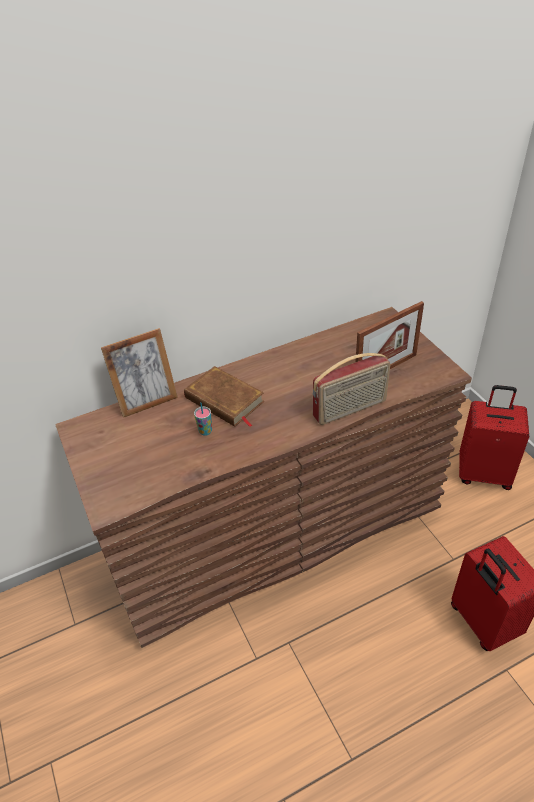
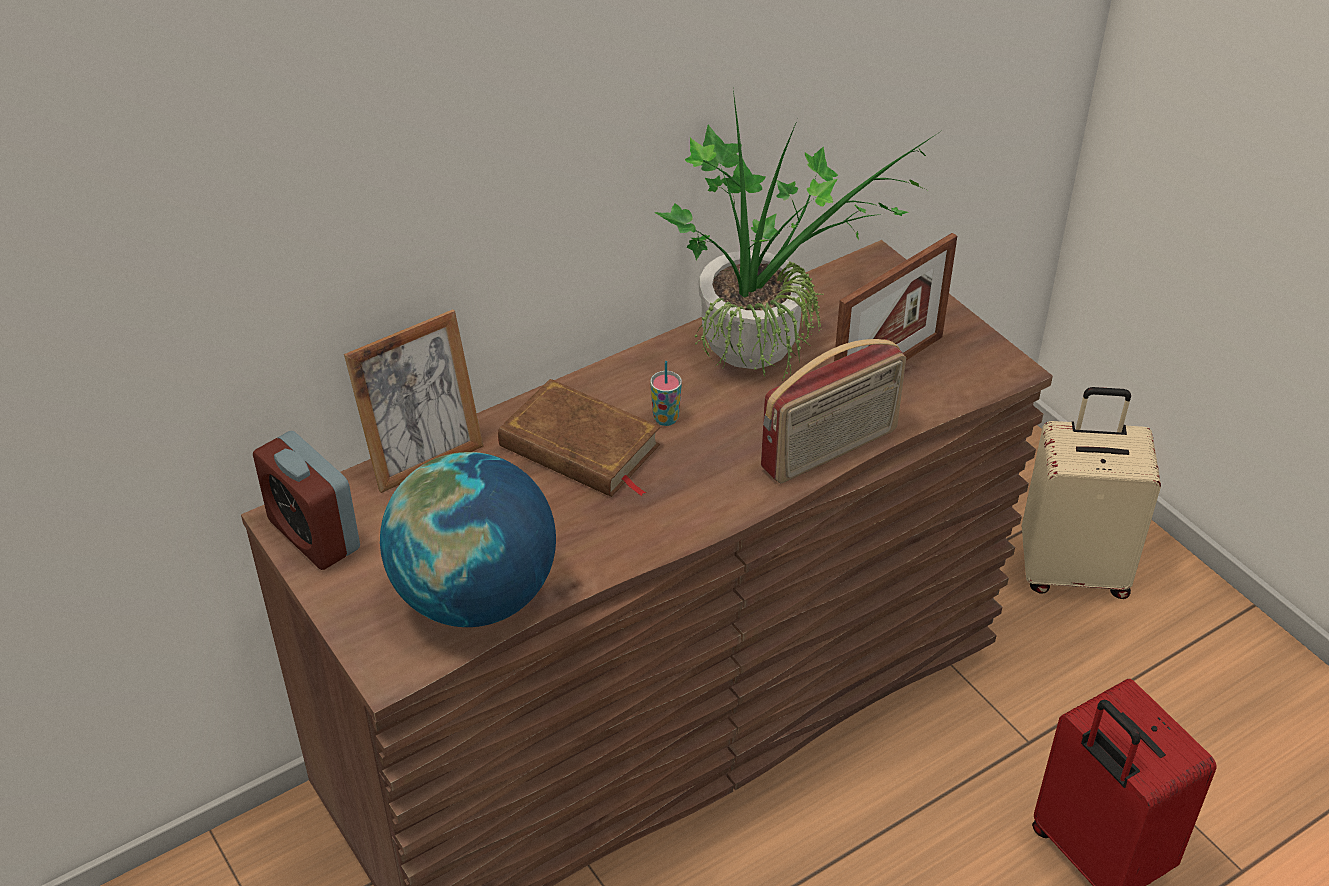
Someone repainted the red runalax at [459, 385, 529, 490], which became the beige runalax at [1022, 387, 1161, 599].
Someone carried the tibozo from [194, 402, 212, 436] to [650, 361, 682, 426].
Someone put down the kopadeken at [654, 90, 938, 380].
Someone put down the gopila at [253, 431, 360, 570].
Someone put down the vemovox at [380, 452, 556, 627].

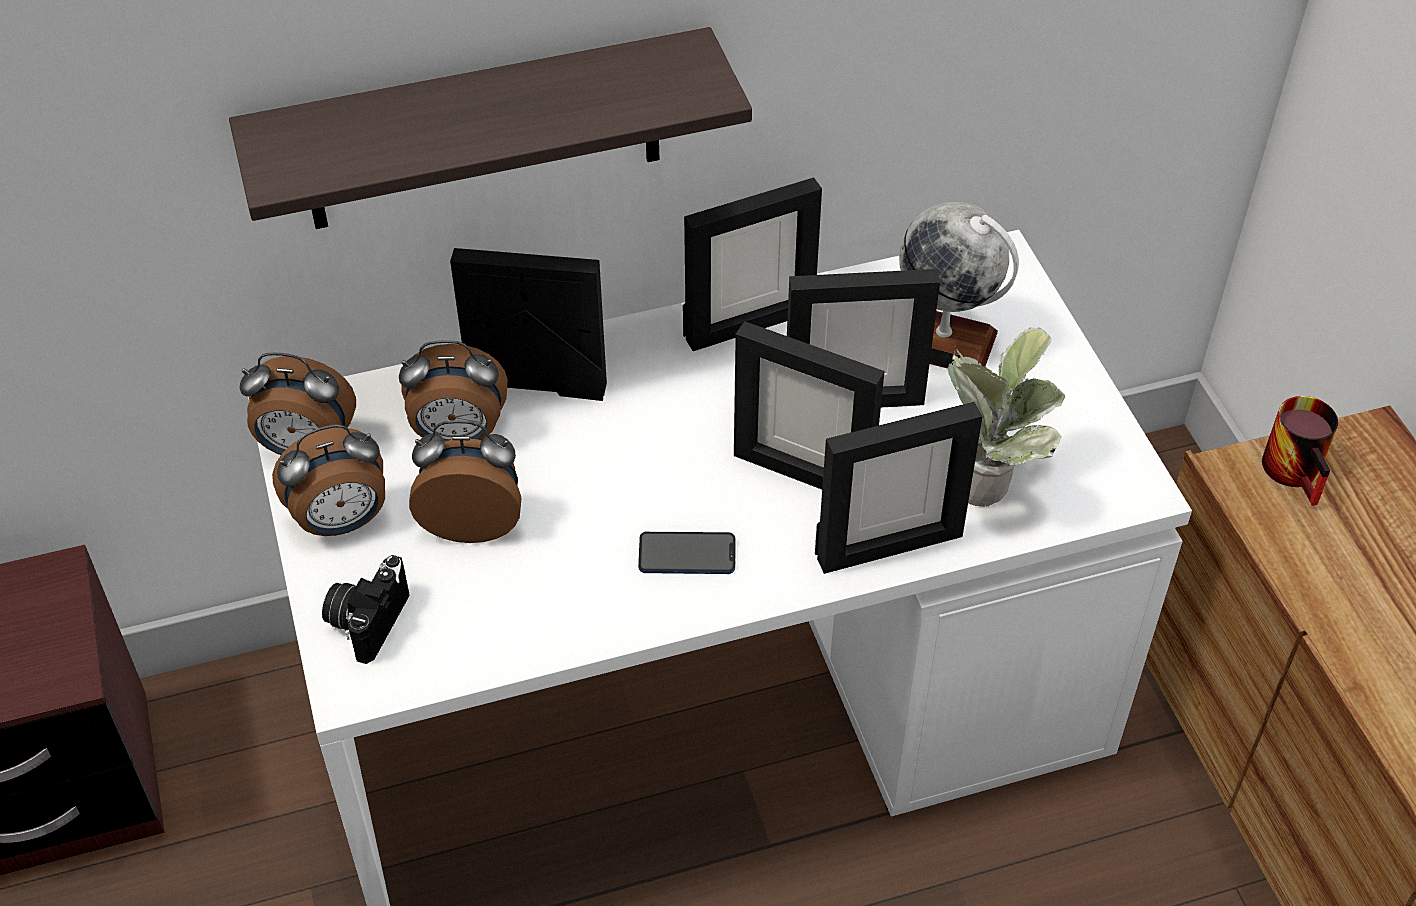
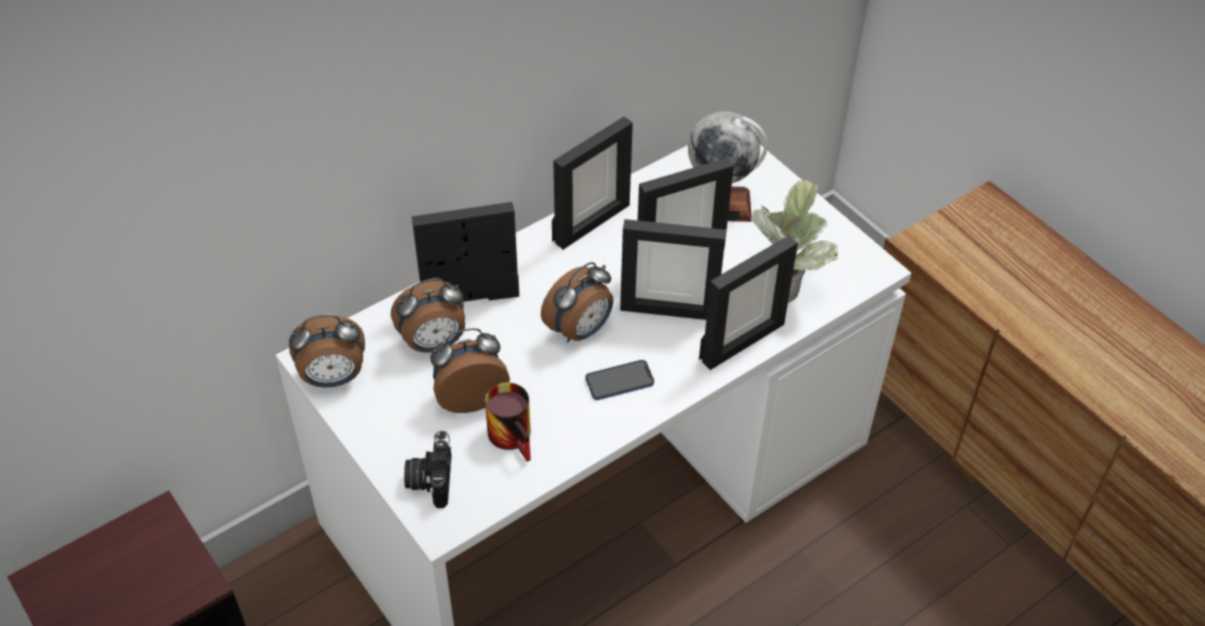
Someone took away the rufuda at [229, 27, 752, 229].
Someone carried the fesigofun from [1262, 396, 1338, 506] to [485, 382, 531, 462].
Someone carried the gopila from [272, 424, 385, 536] to [541, 262, 614, 342].

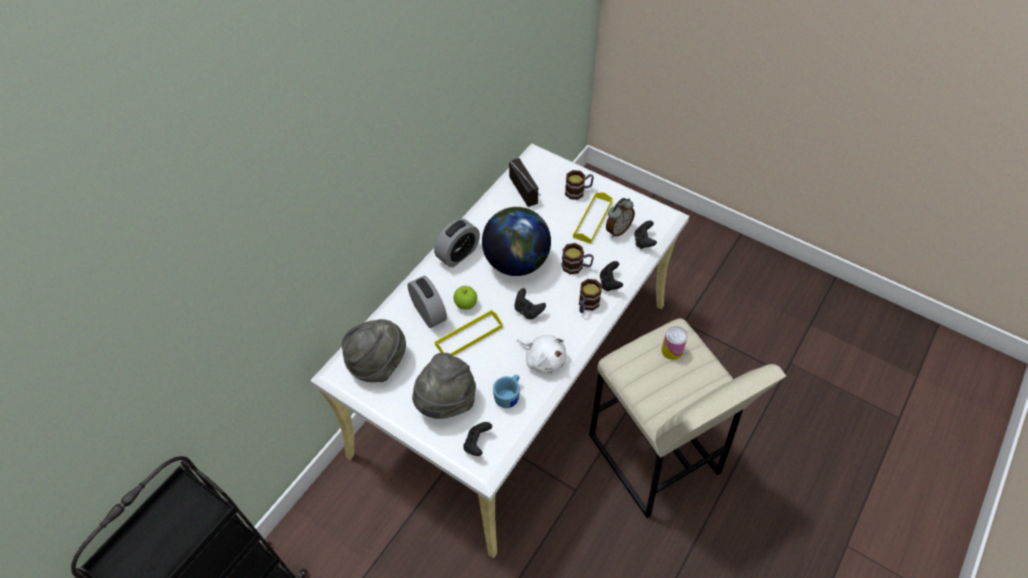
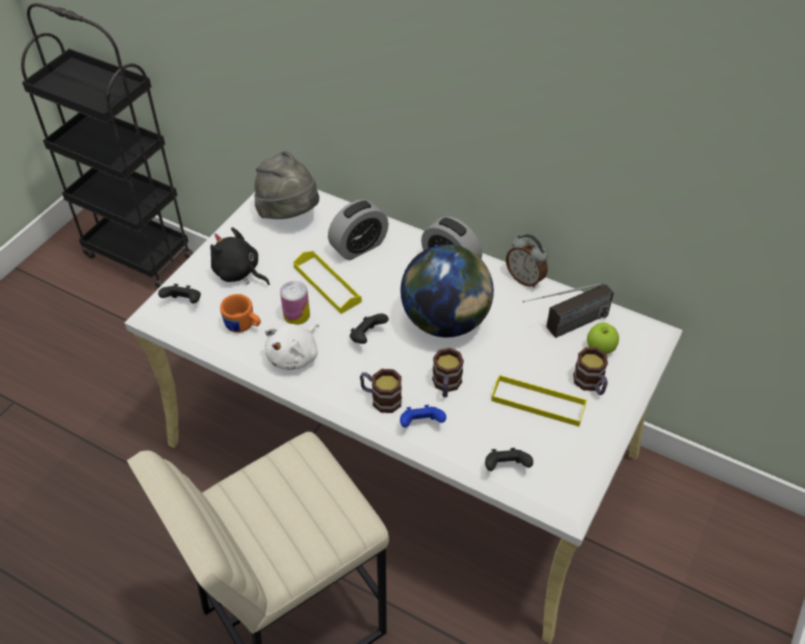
Someone carried the gopila from [606, 198, 635, 237] to [506, 234, 548, 288].
Someone repainted the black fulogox at [600, 261, 623, 291], which became the blue fulogox at [400, 405, 446, 427].
Someone carried the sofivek from [453, 286, 477, 310] to [587, 323, 619, 354].
Someone carried the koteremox from [661, 326, 688, 360] to [280, 281, 310, 325].
Someone swapped the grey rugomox at [412, 353, 476, 419] for the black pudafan at [210, 227, 270, 285].
Someone repainted the blue fesigofun at [493, 375, 520, 408], which became the orange fesigofun at [220, 294, 261, 333].

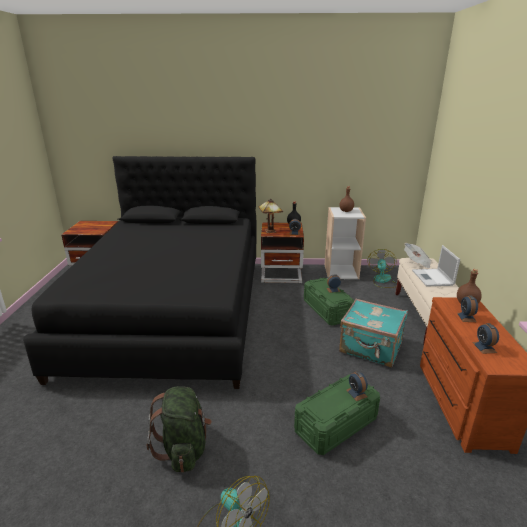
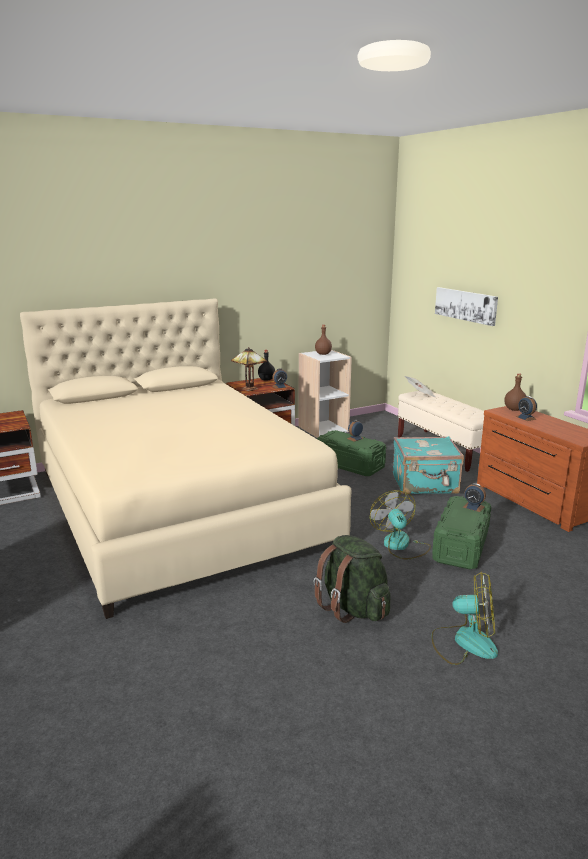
Someone repainted the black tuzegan at [23, 156, 256, 389], which became the beige tuzegan at [20, 299, 352, 619].
Someone took away the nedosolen at [412, 245, 460, 286].
Someone carried the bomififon from [367, 249, 397, 288] to [370, 490, 431, 559].
Someone took away the gopila at [472, 323, 499, 354].
Someone put up the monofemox at [435, 287, 498, 326].

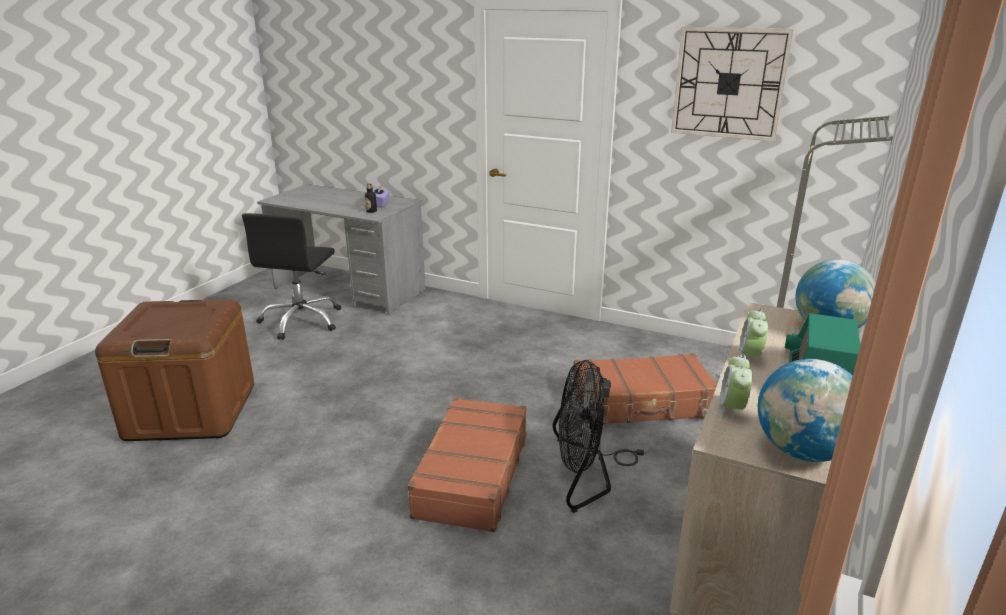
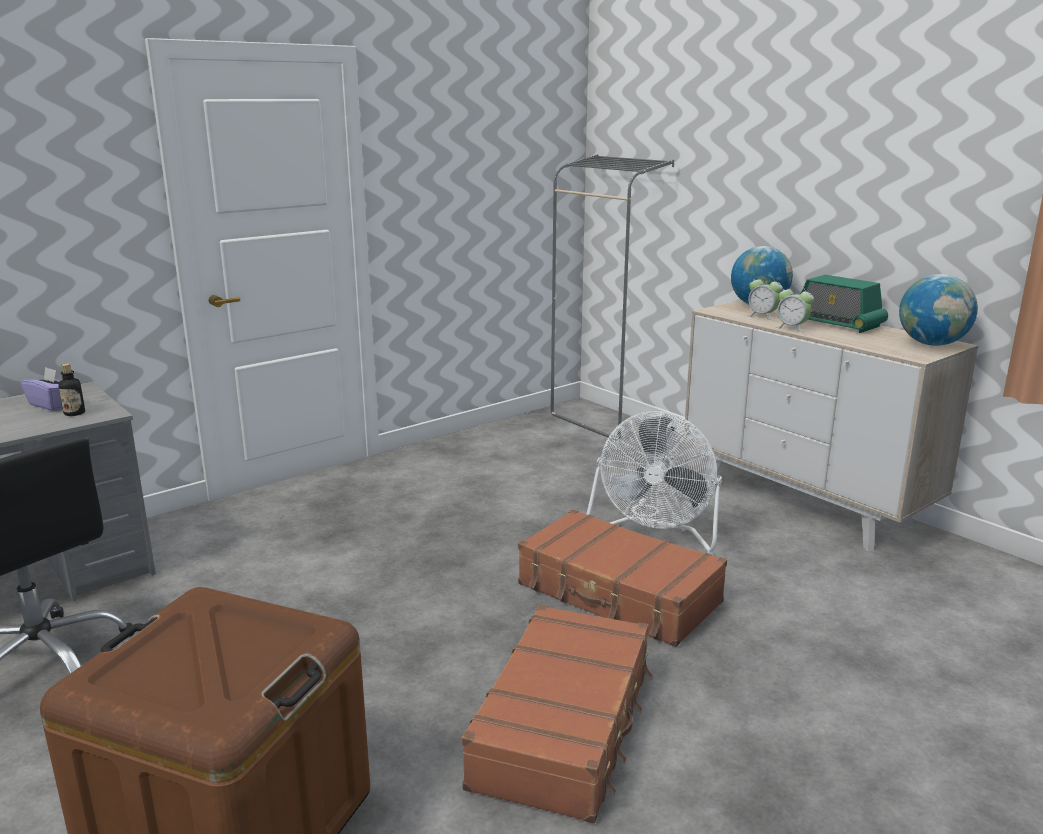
Someone took away the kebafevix at [671, 27, 794, 142].
Someone carried the brown runalax from [574, 353, 717, 425] to [461, 605, 653, 824].
Someone carried the gopila from [719, 355, 752, 419] to [747, 275, 783, 320].
Someone repainted the black bomififon at [553, 360, 645, 513], which became the white bomififon at [587, 411, 722, 555].

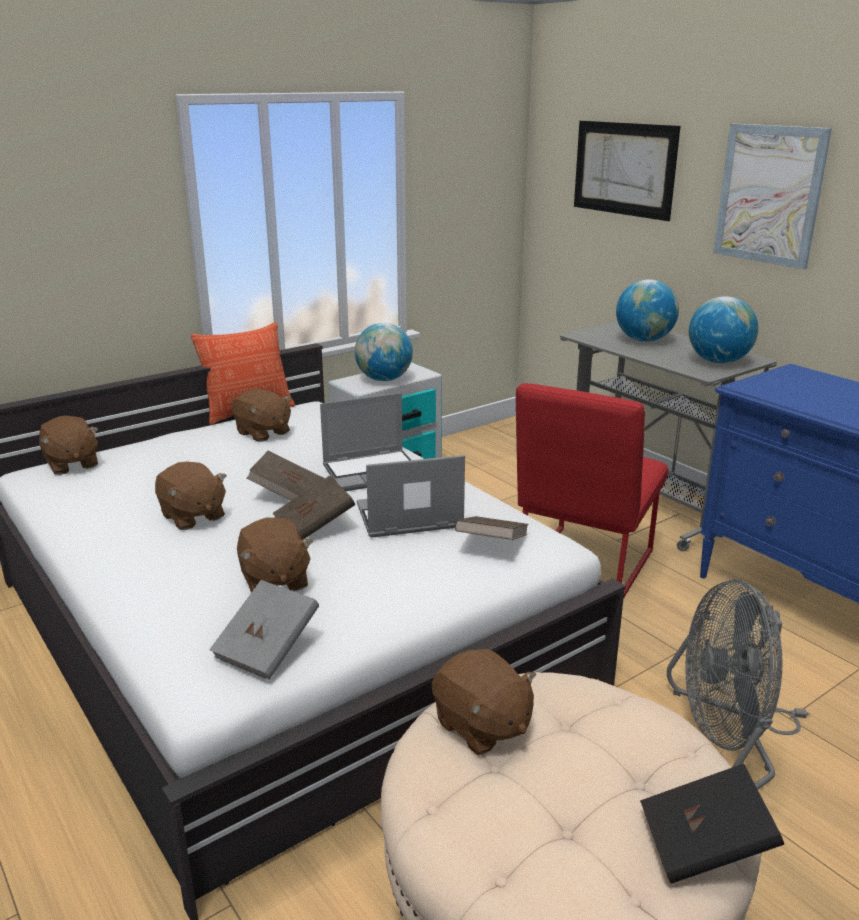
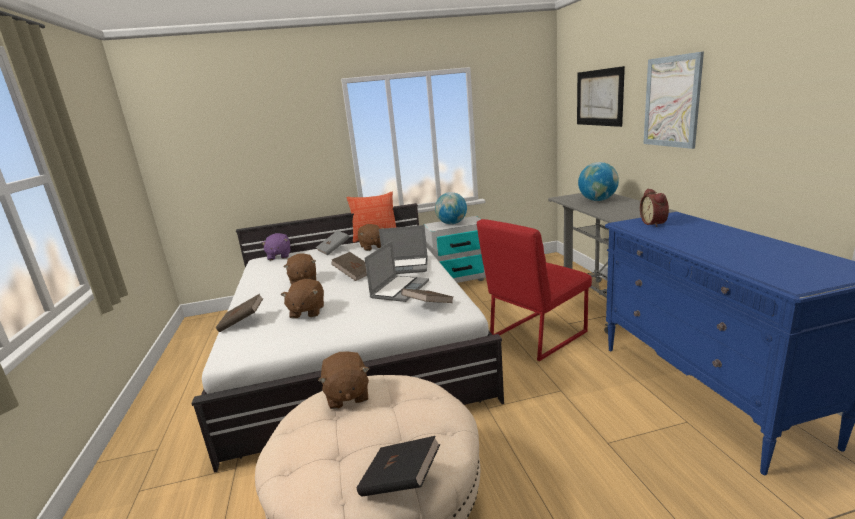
Someone took away the vemovox at [689, 296, 758, 363].
Someone repainted the brown pudafan at [39, 416, 99, 475], which became the purple pudafan at [261, 233, 290, 260].
Someone rotated the nedosolen at [357, 455, 465, 537] by 105 degrees clockwise.
Someone carried the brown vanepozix from [273, 476, 355, 539] to [216, 294, 263, 332].
Someone took away the grey bomififon at [667, 579, 810, 789].
Someone carried the grey vanepozix from [209, 580, 319, 680] to [316, 230, 350, 256].
Someone put down the gopila at [640, 189, 669, 227].

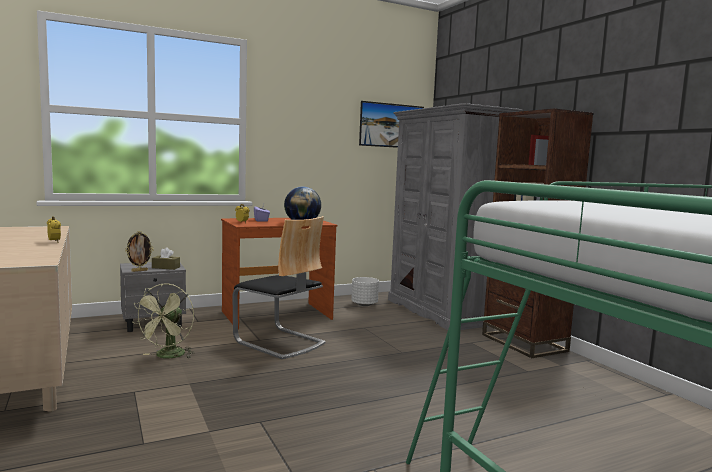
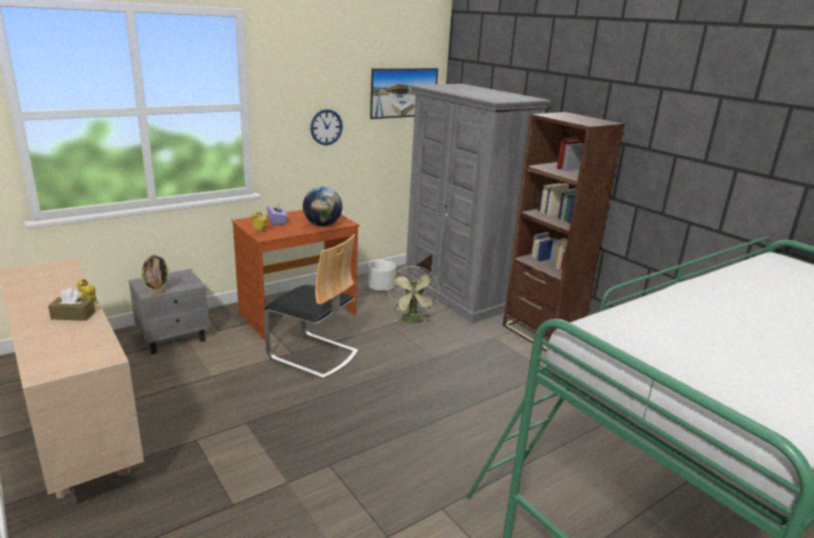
Someone carried the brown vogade from [152, 247, 180, 270] to [48, 288, 95, 321].
Someone carried the green bomififon from [133, 283, 195, 359] to [389, 266, 439, 324].
Someone put up the kebafevix at [310, 109, 343, 145].

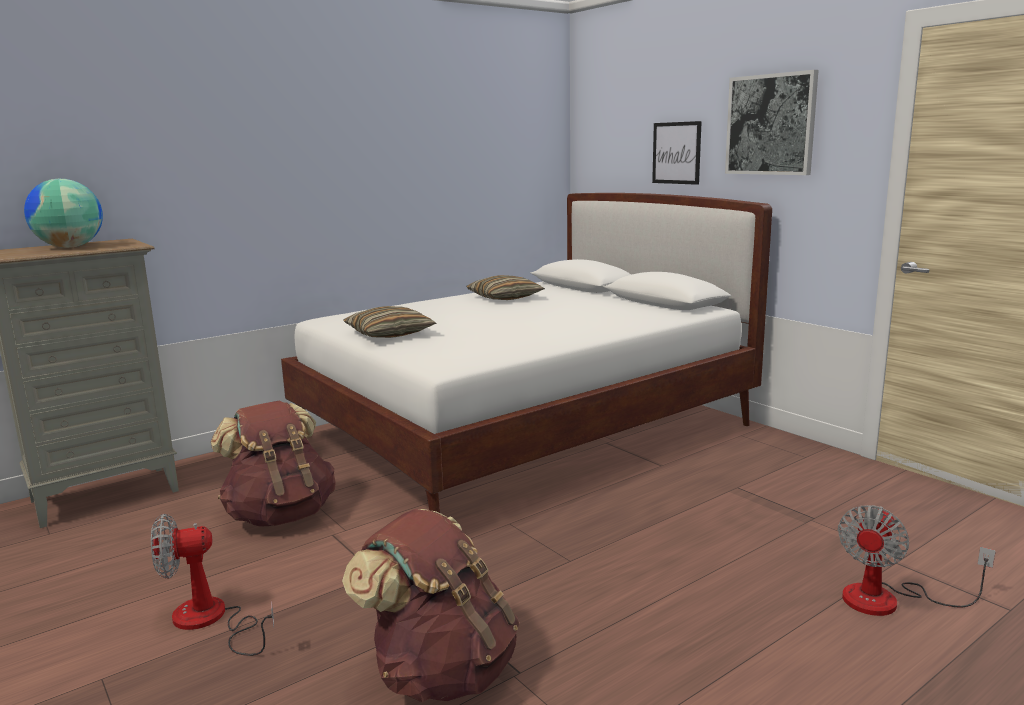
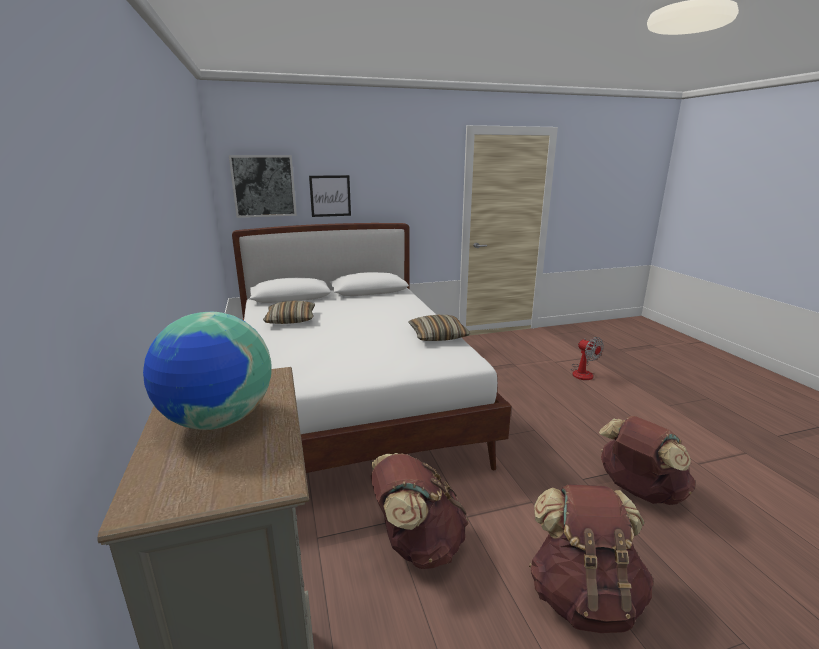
Someone carried the monofemox from [725, 70, 819, 175] to [229, 155, 297, 218].
Someone carried the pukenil from [343, 306, 437, 338] to [408, 315, 470, 341].
Someone swapped the bomififon at [151, 514, 274, 656] for the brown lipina at [529, 485, 654, 633].

